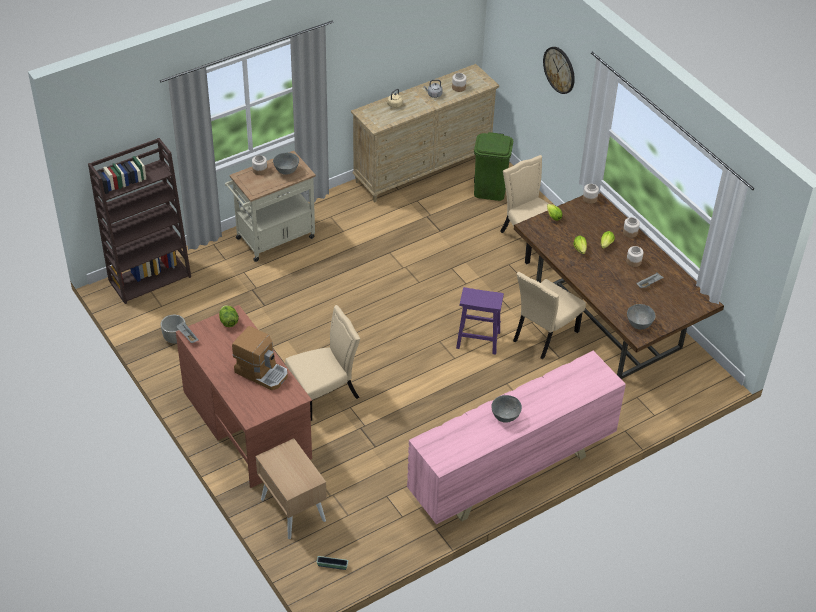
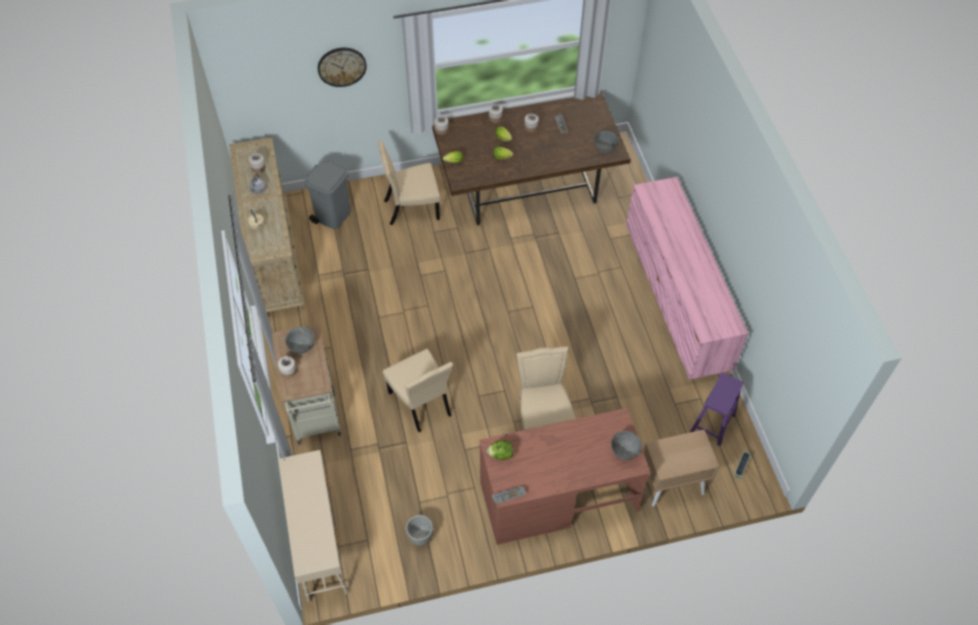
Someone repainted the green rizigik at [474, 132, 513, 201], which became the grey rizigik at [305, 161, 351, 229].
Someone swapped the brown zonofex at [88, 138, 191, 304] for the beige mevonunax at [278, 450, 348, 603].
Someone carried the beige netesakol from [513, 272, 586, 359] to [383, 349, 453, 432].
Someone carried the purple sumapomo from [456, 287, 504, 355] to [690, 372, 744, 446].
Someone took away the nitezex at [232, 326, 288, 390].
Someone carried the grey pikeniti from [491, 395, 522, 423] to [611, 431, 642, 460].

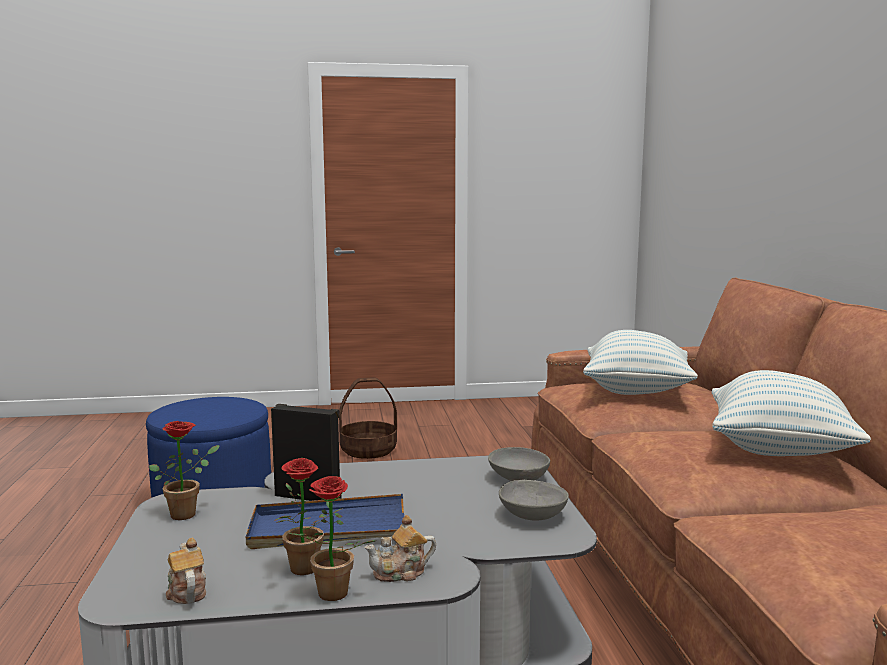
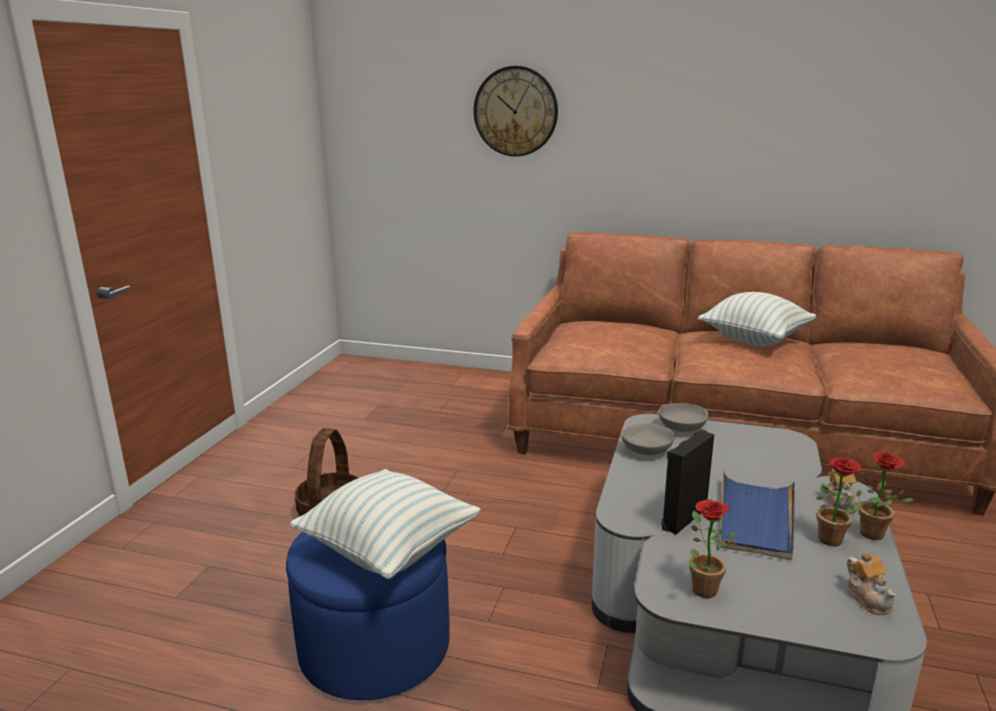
Someone carried the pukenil from [583, 330, 698, 395] to [290, 469, 481, 579].
Someone carried the grey pikeniti from [499, 480, 569, 521] to [621, 424, 675, 455].
Someone rotated the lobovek at [166, 538, 206, 604] by 105 degrees counterclockwise.
Someone put up the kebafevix at [474, 66, 558, 157].

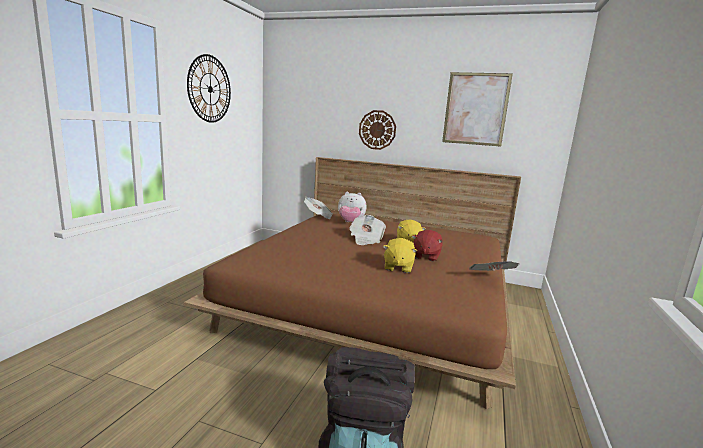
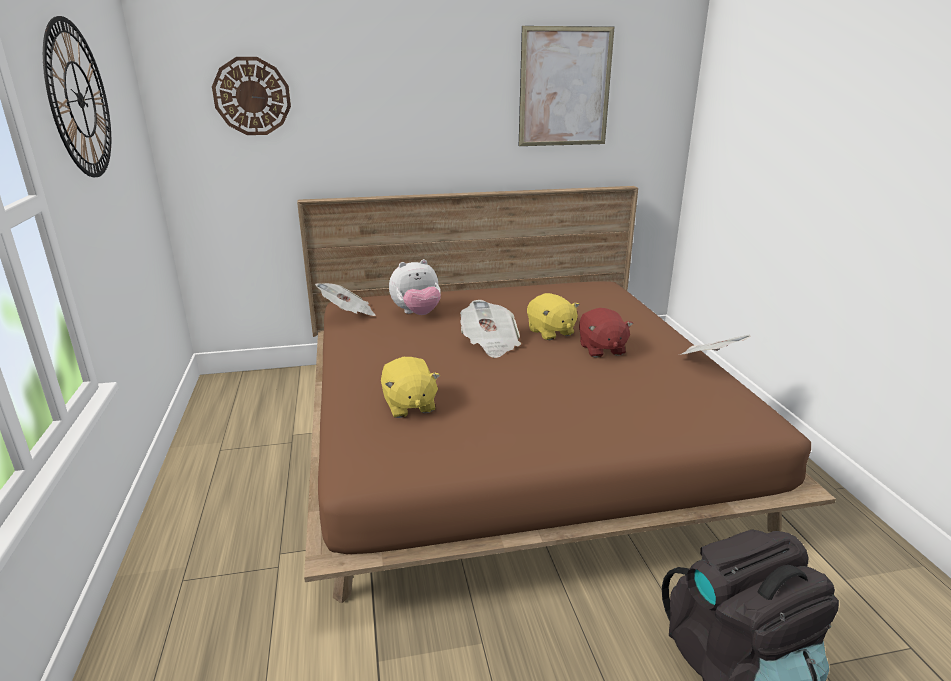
Someone carried the kebafevix from [359, 110, 396, 150] to [212, 57, 291, 135].
Someone carried the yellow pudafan from [383, 238, 417, 273] to [381, 357, 440, 418].

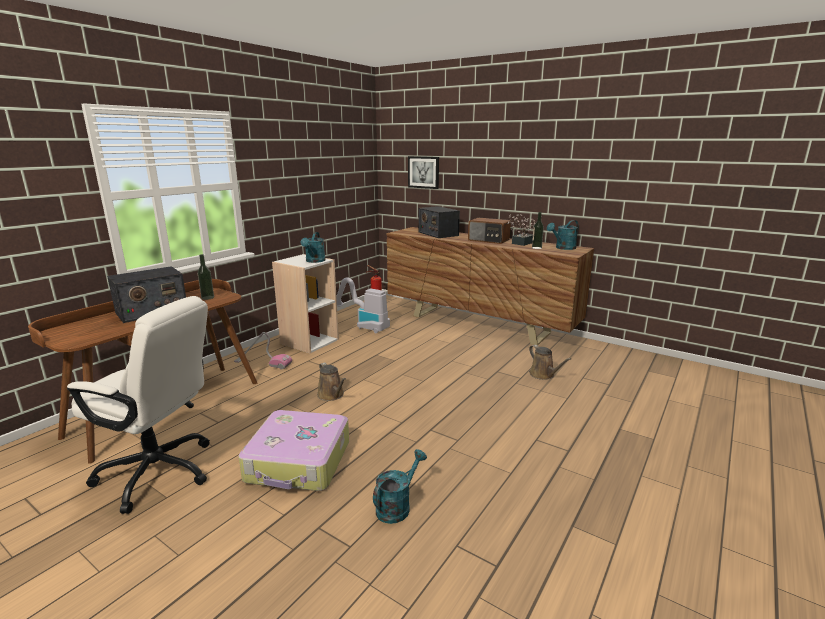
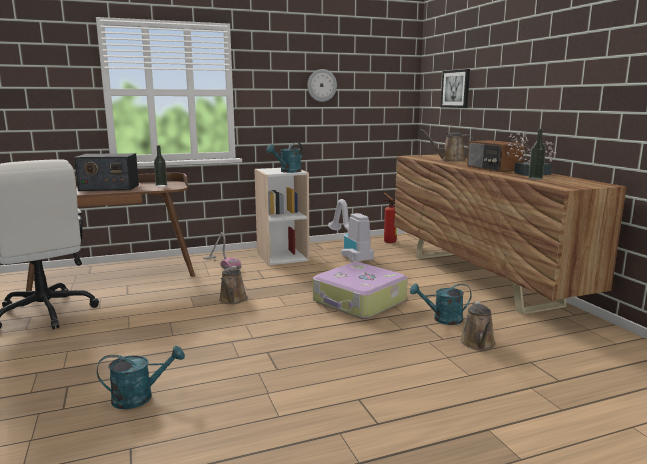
Someone swapped the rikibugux at [418, 206, 460, 238] for the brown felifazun at [420, 129, 473, 161].
Someone carried the turquoise felifazun from [547, 220, 579, 250] to [410, 283, 472, 325].
Someone carried the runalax from [238, 410, 349, 491] to [313, 262, 408, 319].
Someone put up the kebafevix at [307, 69, 337, 102].

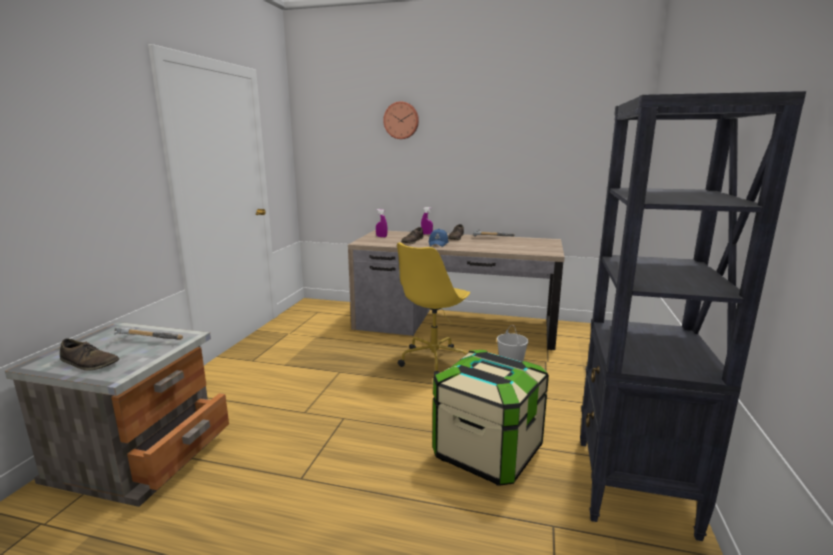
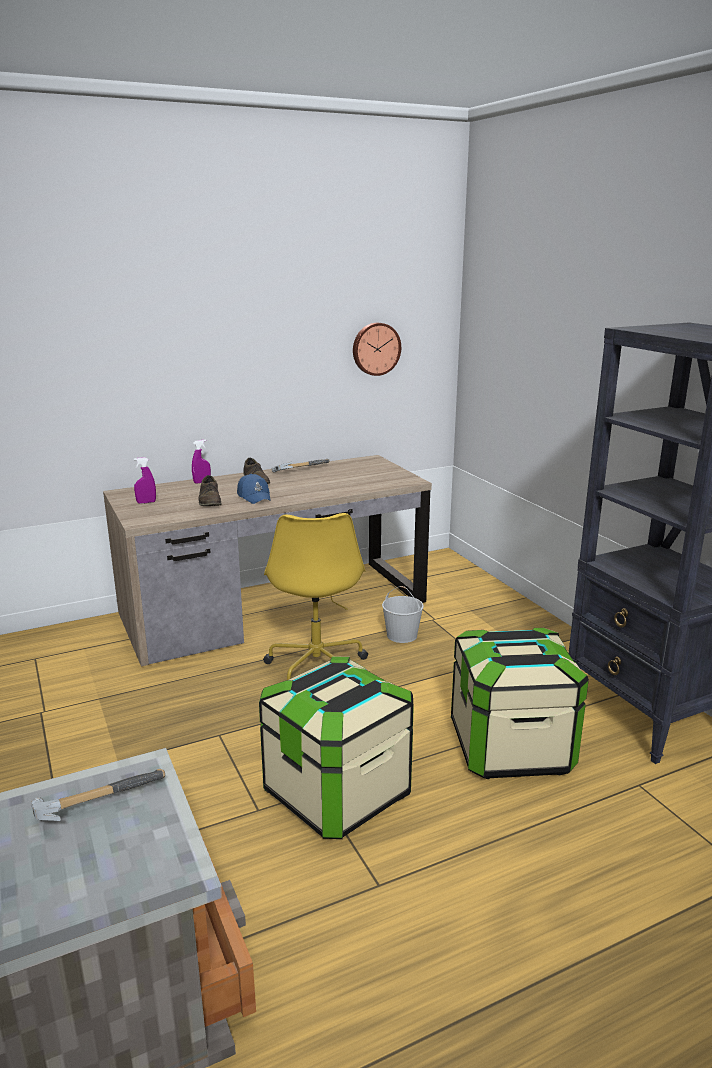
Someone carried the kebafevix from [383, 101, 419, 139] to [353, 323, 401, 376].
Someone took away the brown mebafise at [60, 339, 119, 371].
Someone put down the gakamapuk at [259, 656, 414, 839].

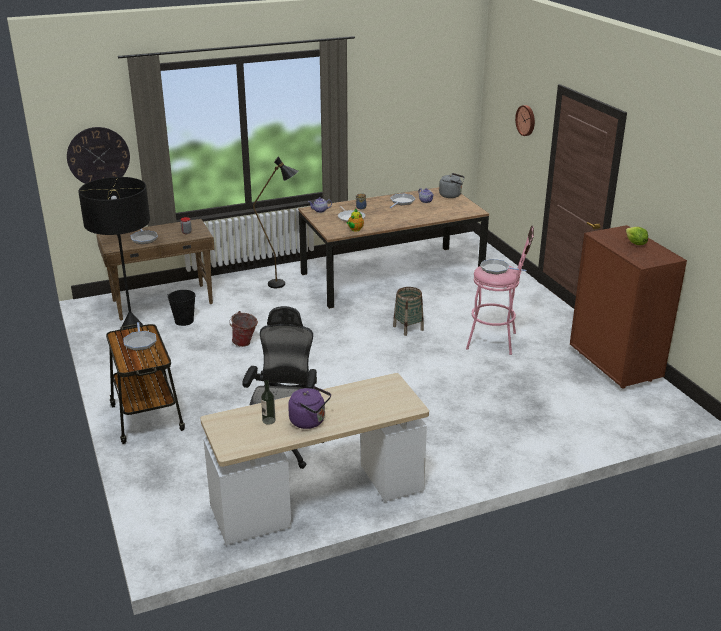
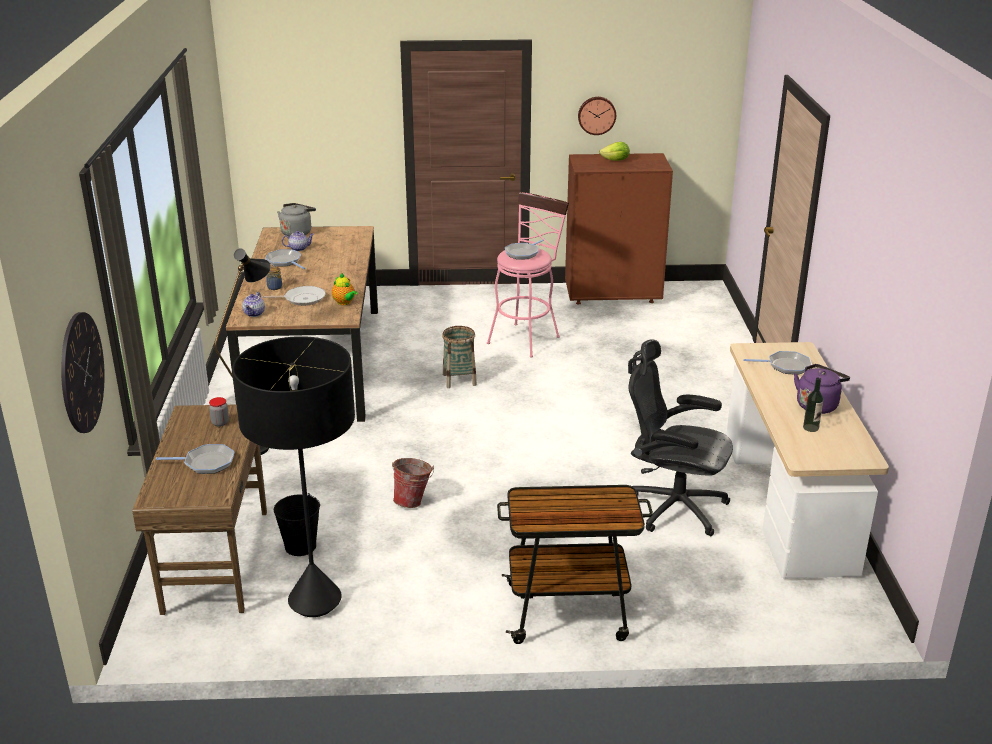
Someone carried the kebafevix from [515, 105, 535, 136] to [578, 97, 616, 135].
Someone carried the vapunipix from [123, 322, 156, 351] to [743, 351, 812, 374].

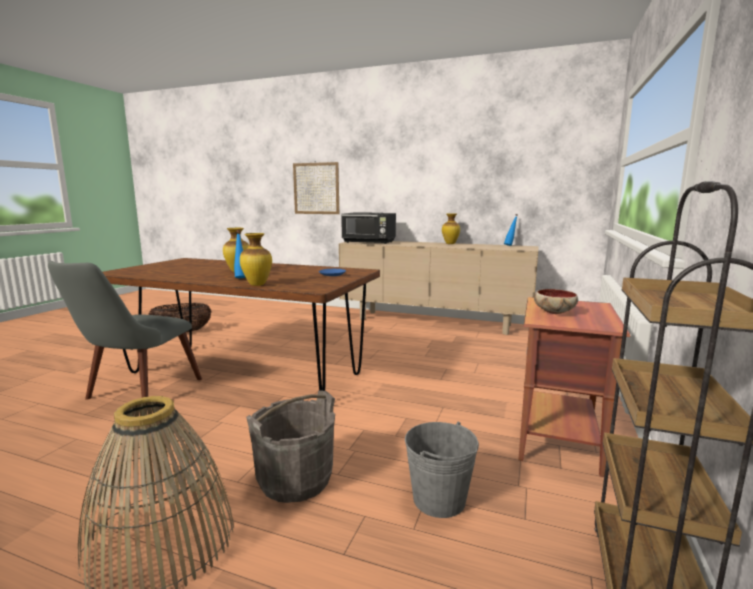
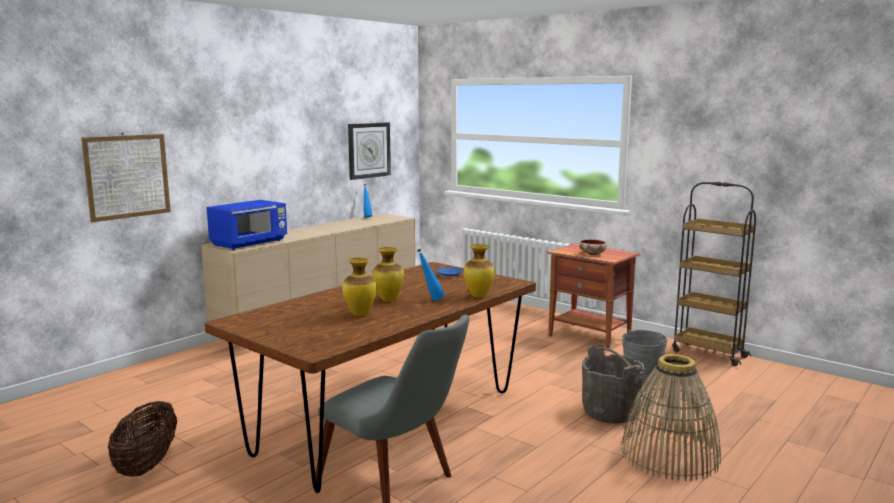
Someone repainted the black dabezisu at [341, 212, 396, 244], which became the blue dabezisu at [207, 200, 287, 250].
Someone carried the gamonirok from [442, 213, 460, 244] to [342, 258, 377, 316].
Someone put up the kebafevix at [348, 122, 391, 180].

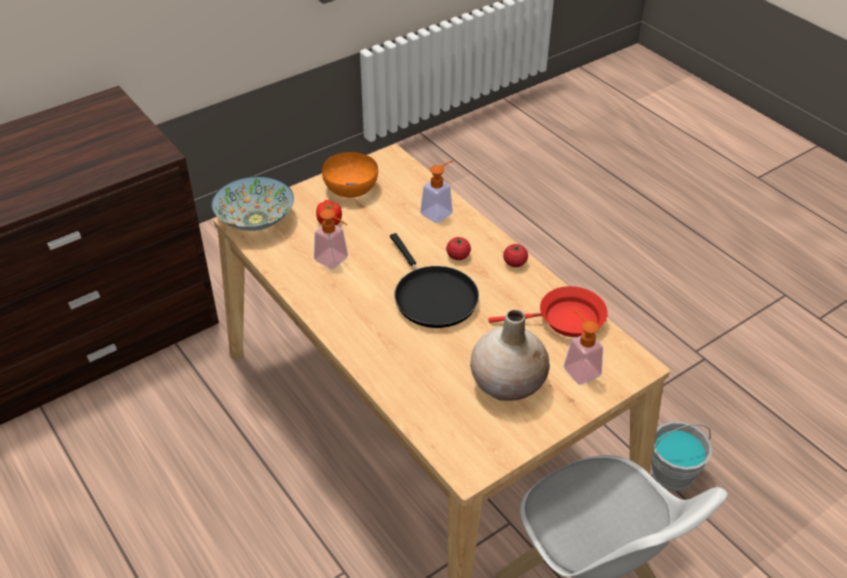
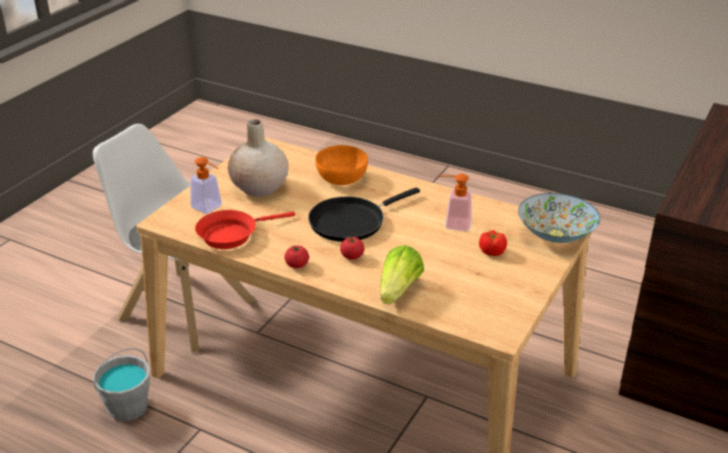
Someone carried the orange pikeniti from [322, 152, 378, 198] to [315, 145, 368, 185].
Someone swapped the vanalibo at [420, 160, 454, 223] for the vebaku at [380, 245, 424, 305].
Someone rotated the black vapunipix at [390, 233, 479, 328] by 75 degrees counterclockwise.

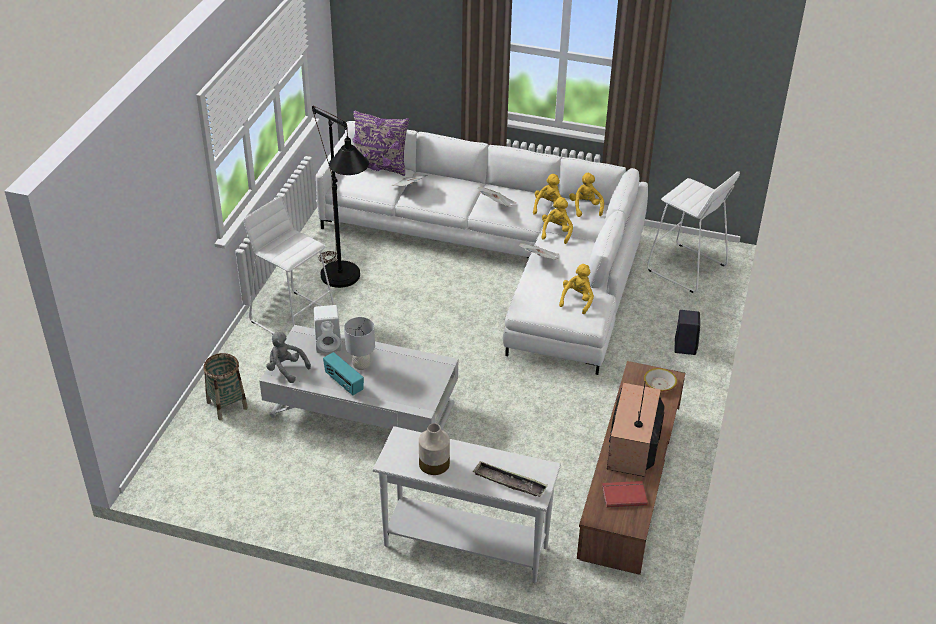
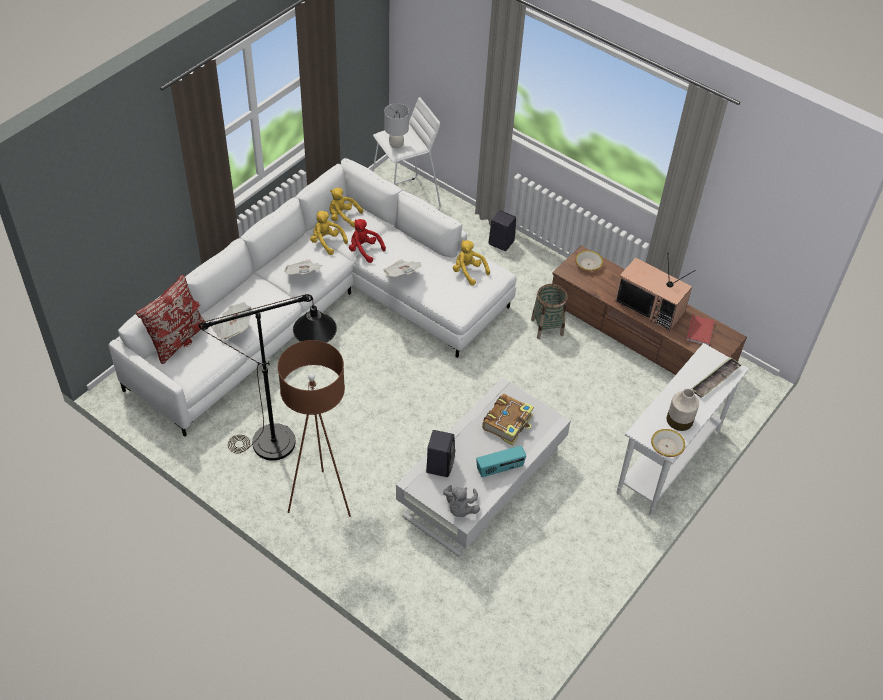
Someone repainted the purple pukenil at [352, 111, 409, 176], which became the red pukenil at [136, 275, 205, 364].
Someone swapped the white sumapomo at [243, 196, 334, 333] for the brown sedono at [278, 340, 351, 517].
Someone repainted the yellow pudafan at [542, 197, 573, 244], which became the red pudafan at [349, 219, 386, 263].
Someone repainted the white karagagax at [314, 305, 342, 353], which became the black karagagax at [426, 430, 455, 477].
Someone carried the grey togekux from [344, 317, 375, 370] to [384, 103, 409, 148].
Someone rotated the grey pudafan at [266, 332, 311, 383] by 45 degrees counterclockwise.
Someone carried the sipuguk from [203, 353, 248, 420] to [531, 284, 568, 339].
Someone put down the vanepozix at [482, 394, 534, 445].
Someone put down the pikeniti at [651, 429, 685, 457].

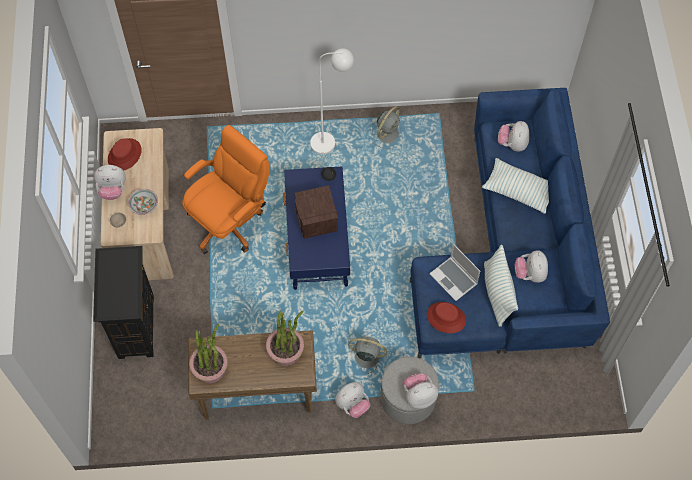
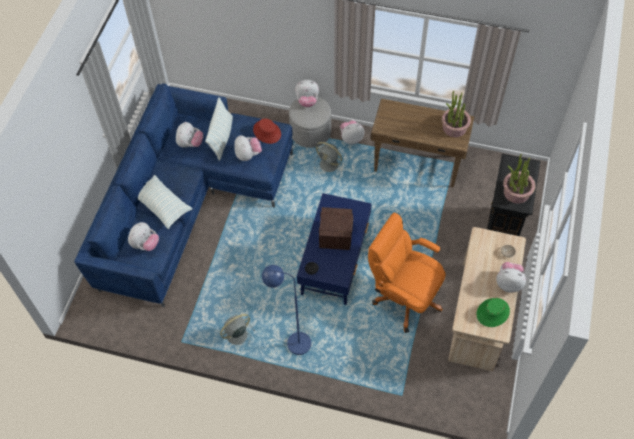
Someone repainted the white sedono at [310, 48, 354, 154], which became the blue sedono at [262, 265, 311, 355].
Someone rotated the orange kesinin at [182, 125, 270, 254] by 60 degrees clockwise.
Someone repainted the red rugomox at [108, 138, 142, 171], which became the green rugomox at [477, 298, 510, 327].
Someone took away the pikeniti at [128, 189, 158, 215].
Someone swapped the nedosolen at [429, 244, 480, 301] for the pudafan at [234, 135, 262, 161].
Someone carried the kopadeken from [266, 311, 304, 366] to [503, 154, 535, 204].

